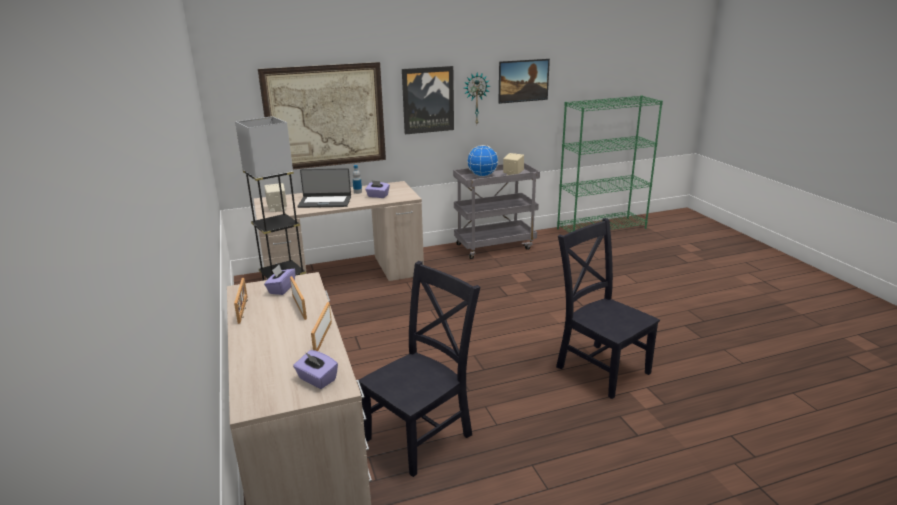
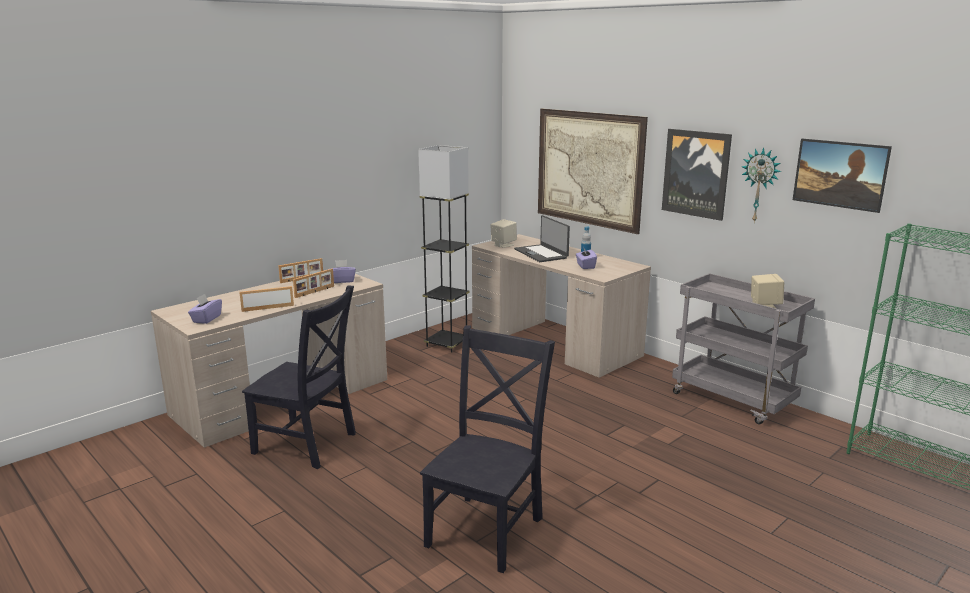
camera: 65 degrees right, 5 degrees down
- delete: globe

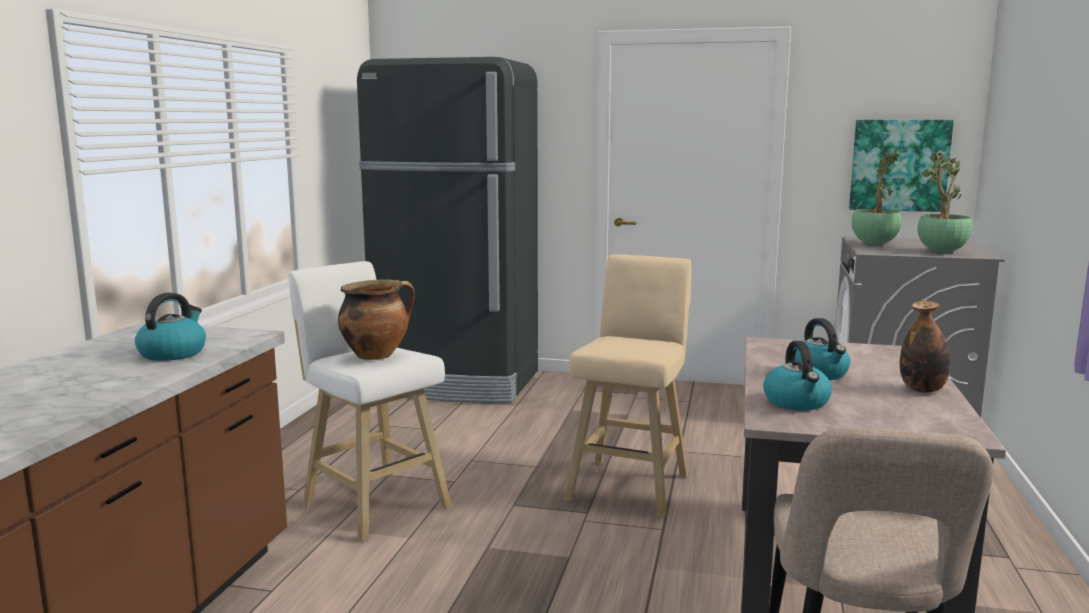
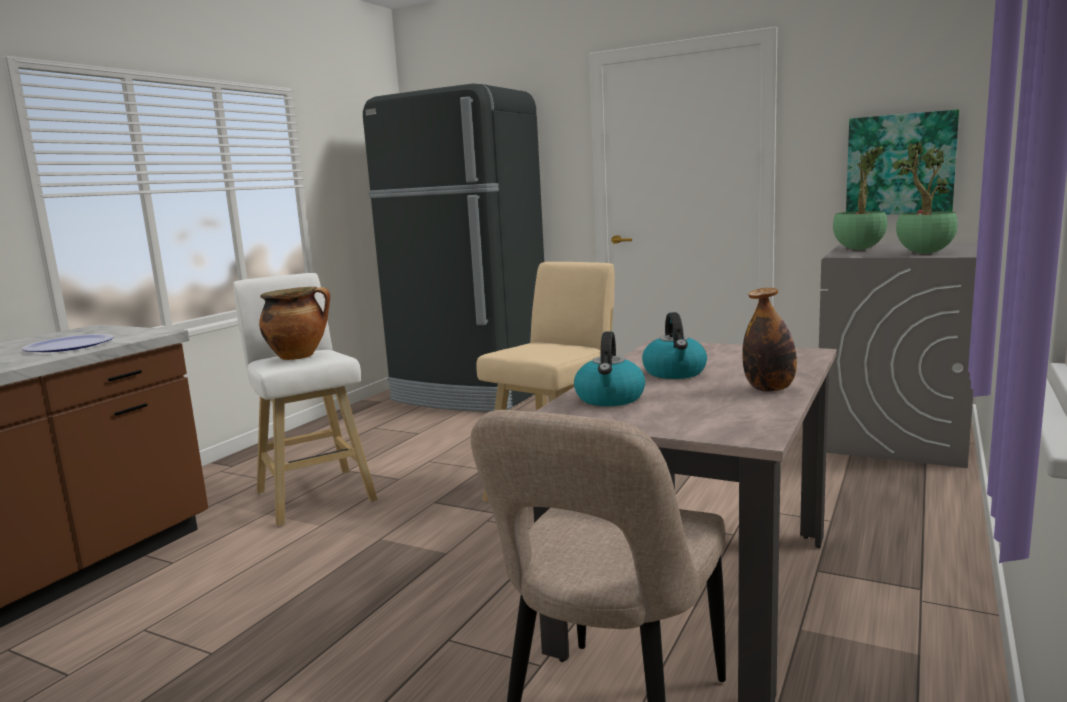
camera: 15 degrees right, 0 degrees up
- replace: kettle (1st from left) to plate

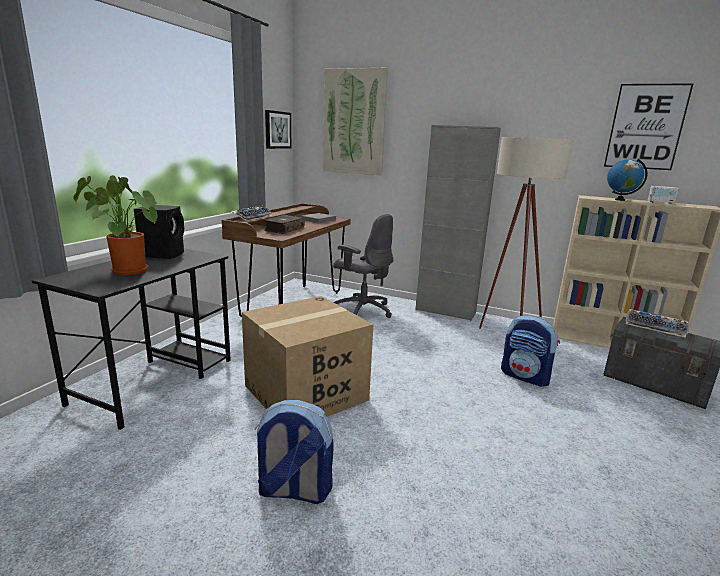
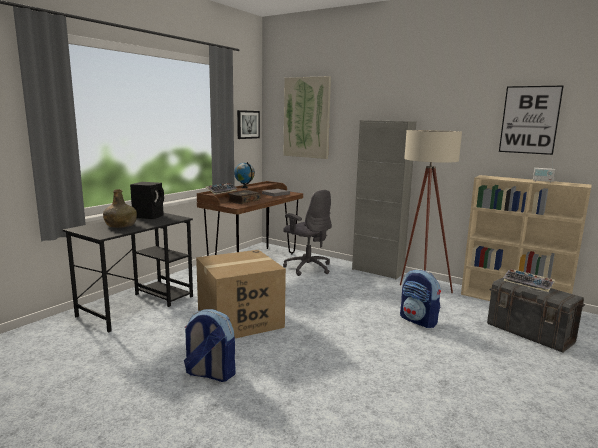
camera: 10 degrees right, 5 degrees down
- replace: potted plant to bottle/green
- move: globe

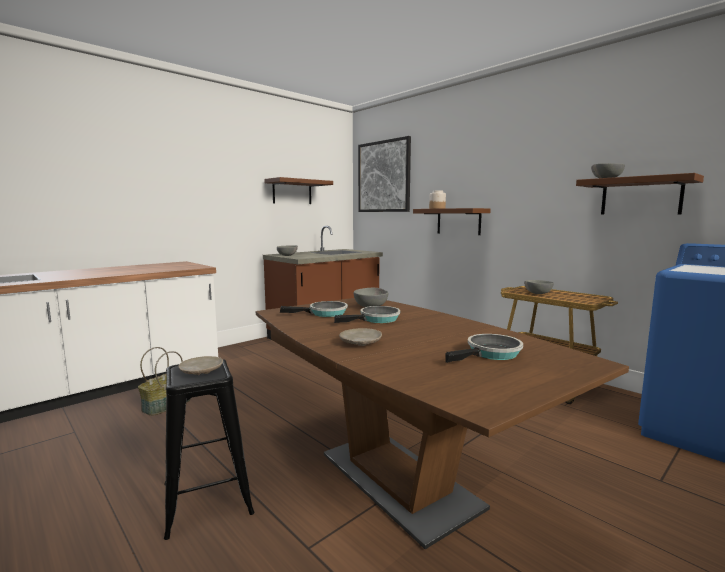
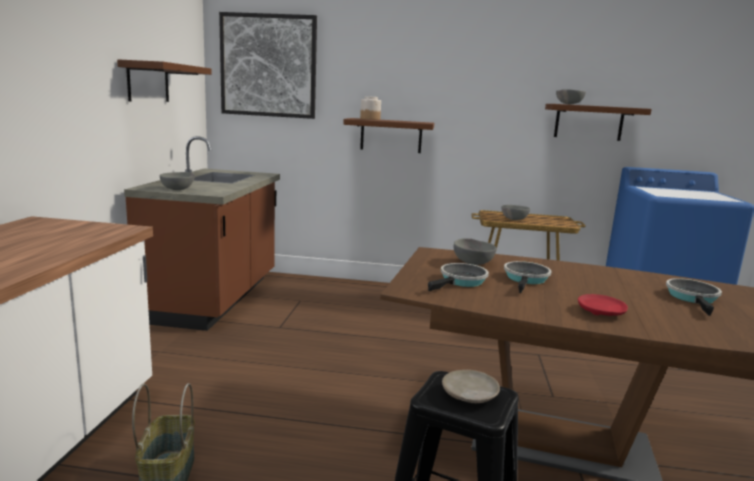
camera: 40 degrees left, 5 degrees up
- recolor: plate/beige (2nd from left) to plate/red

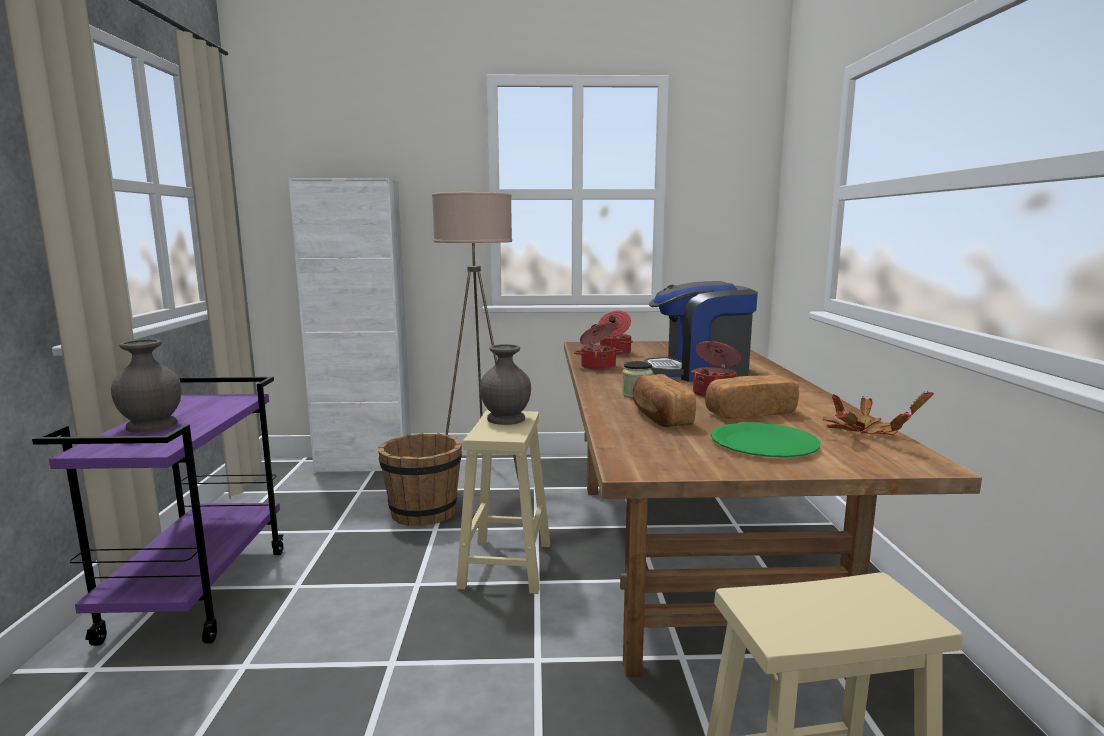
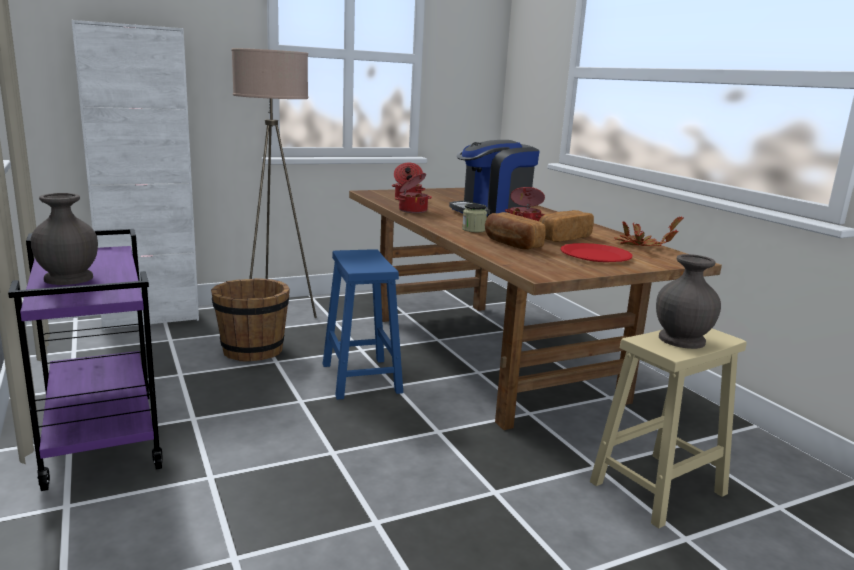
camera: 25 degrees left, 5 degrees up
- recolor: stool/beige (1st from left) to stool/blue
- recolor: plate/green to plate/red
- move: vase/grey (2nd from left)

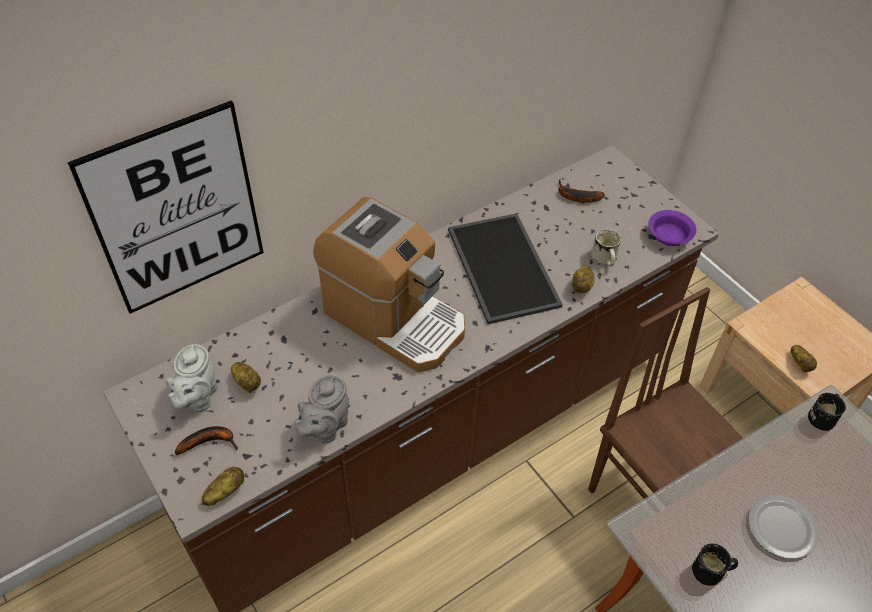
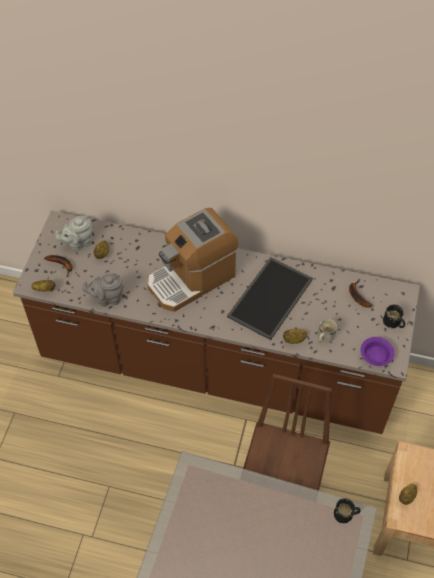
camera: 50 degrees right, 5 degrees up
- rotate: coffee machine 60 degrees clockwise
- move: mug/black (1st from left in the first image) to mug/black (2nd from left)
- delete: picture
- delete: plate

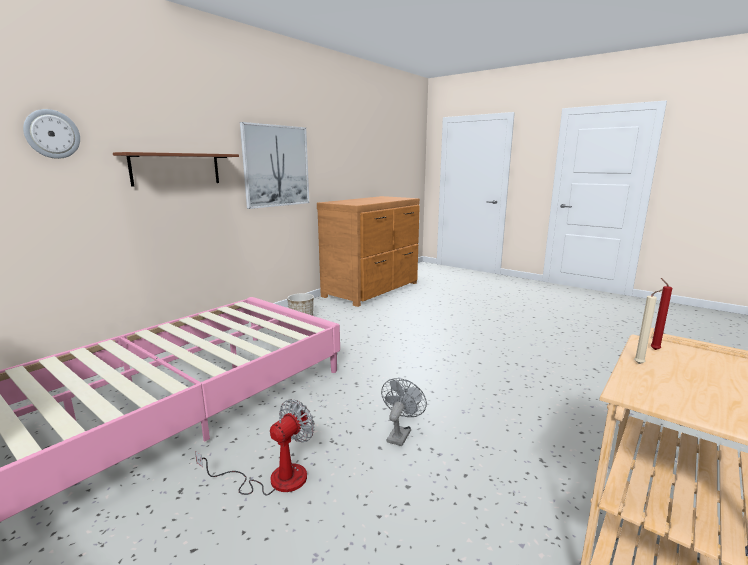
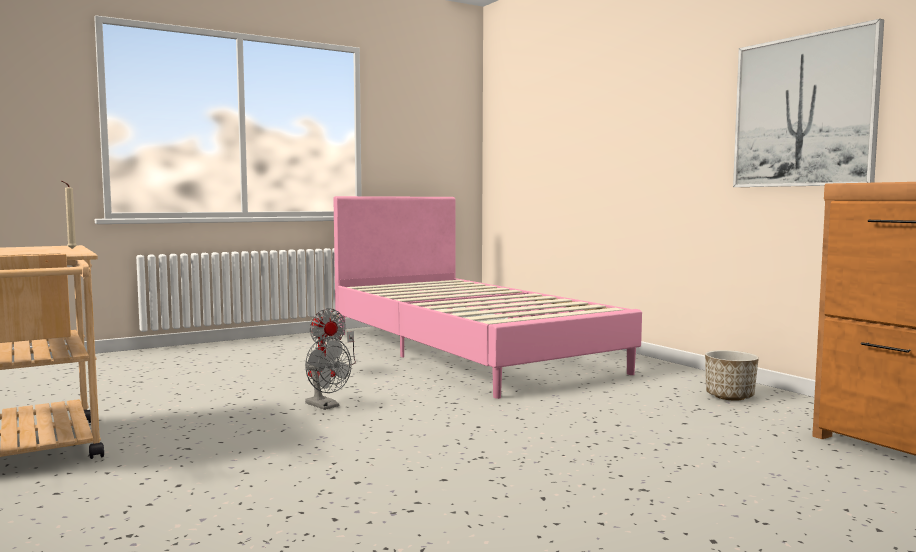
camera: 110 degrees right, 10 degrees down
- delete: wall clock
- delete: shelf/brown
- delete: candle/red

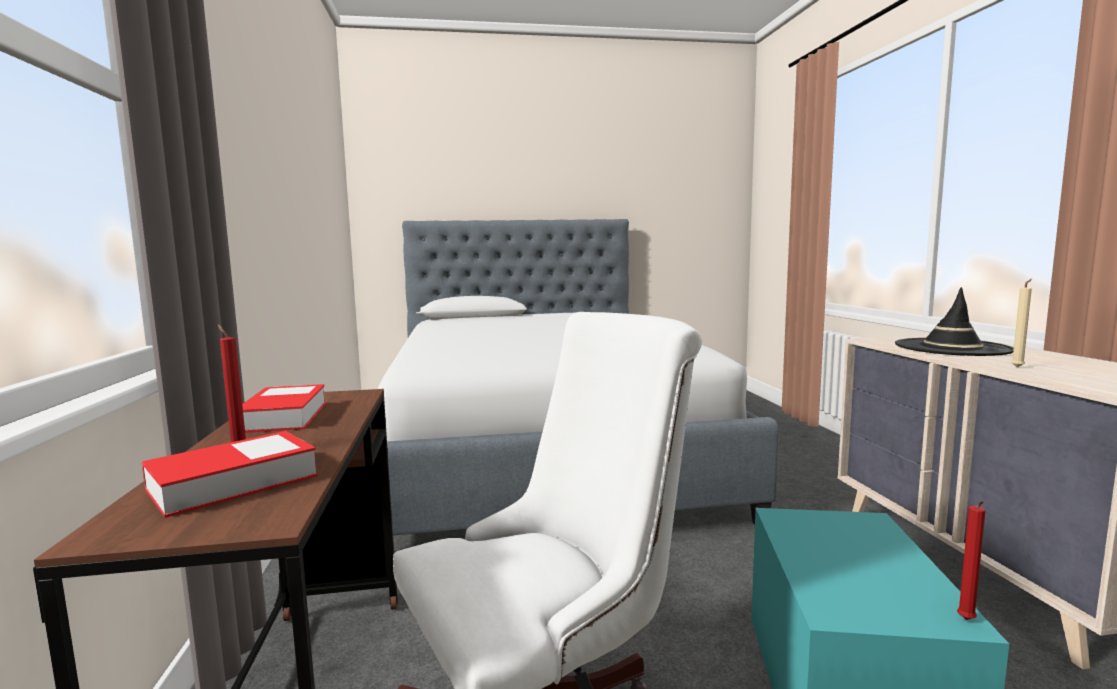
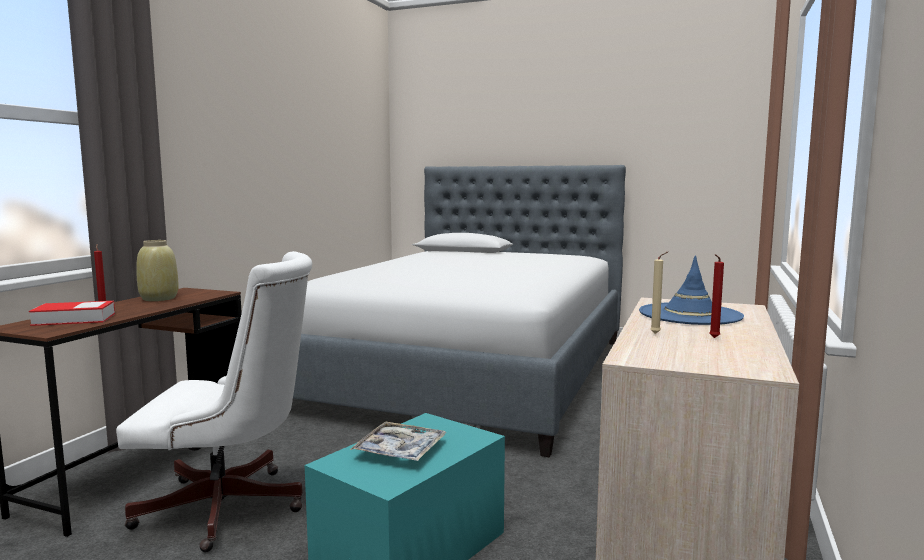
camera: 30 degrees right, 0 degrees up
- replace: book (2nd from left) to vase/beige
- insert: tray
- recolor: hat/black to hat/blue
- move: candle/red (2nd from left)

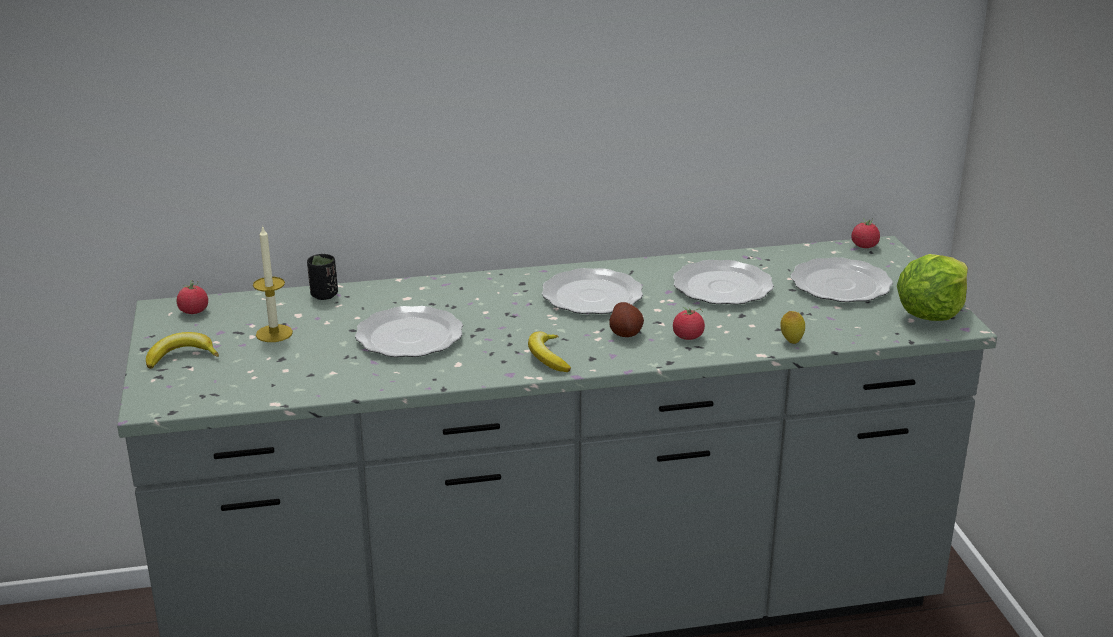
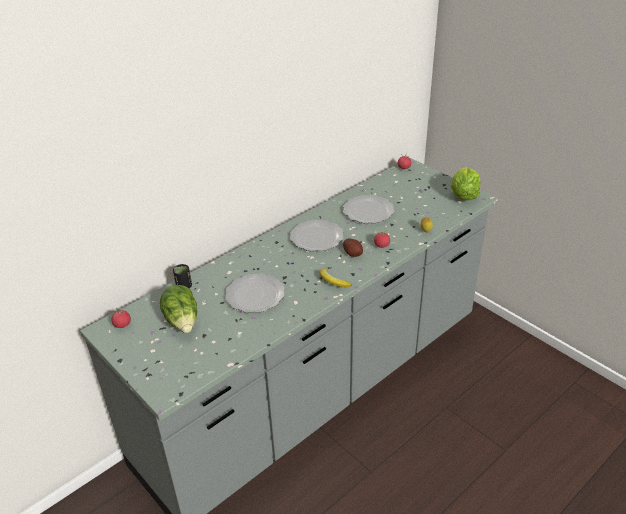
camera: 30 degrees left, 10 degrees up
- replace: candle to lettuce (1st from left)
- delete: banana (1st from left)
- delete: plate (4th from left)

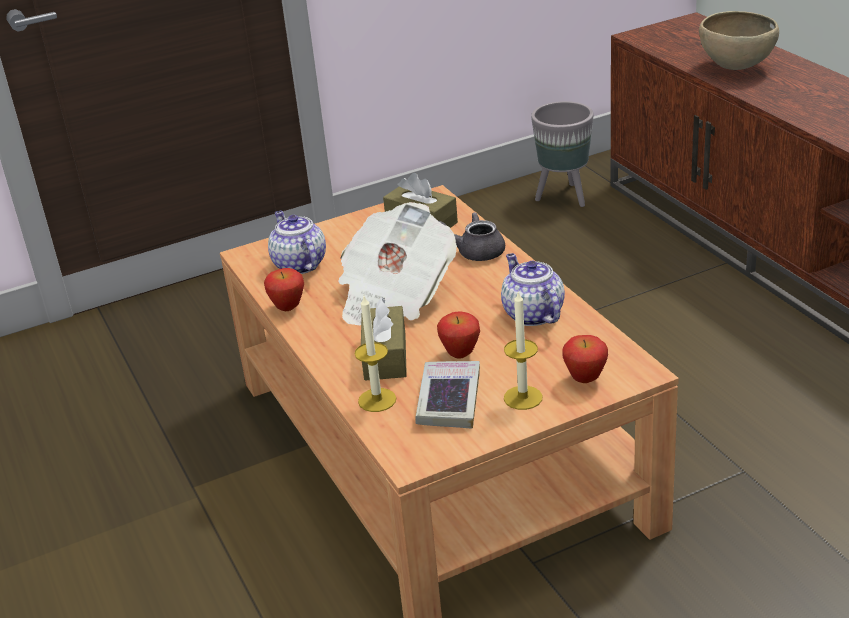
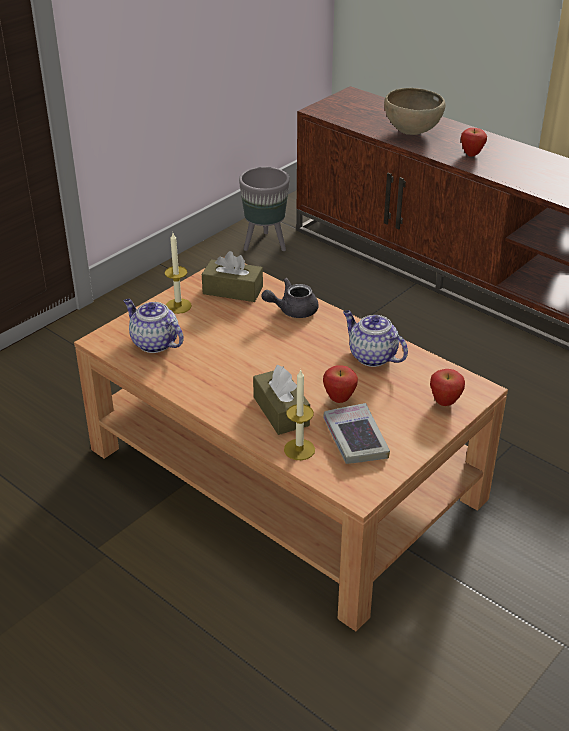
camera: 25 degrees left, 5 degrees up
- move: candle (2nd from left in the first image) to candle (1st from left)
- move: apple (1st from left in the first image) to apple (3rd from left)
- delete: newspaper

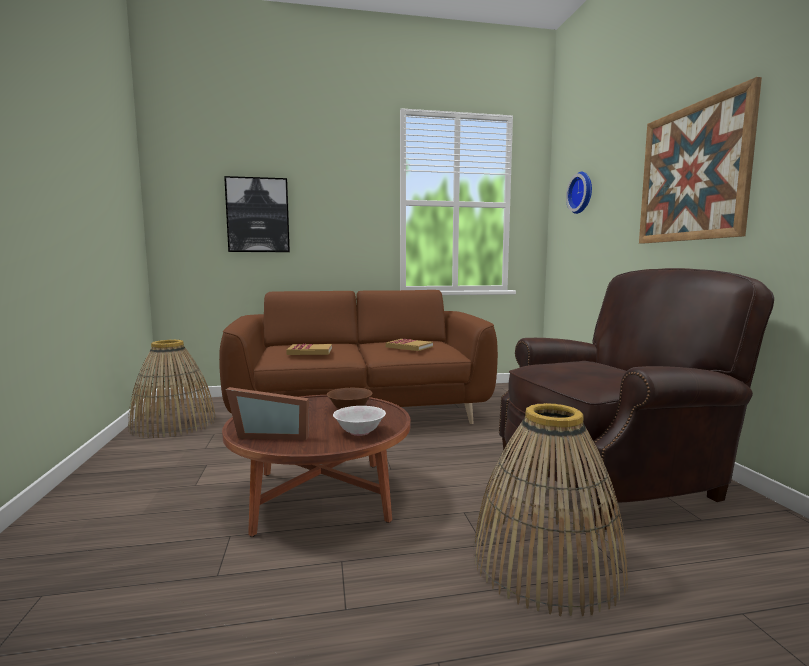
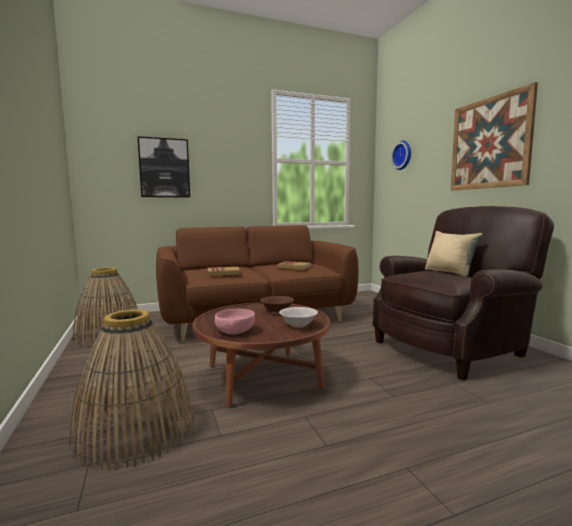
camera: 10 degrees left, 0 degrees up
- move: basket (2nd from left)
- replace: picture frame to bowl/pink
- insert: pillow/beige

